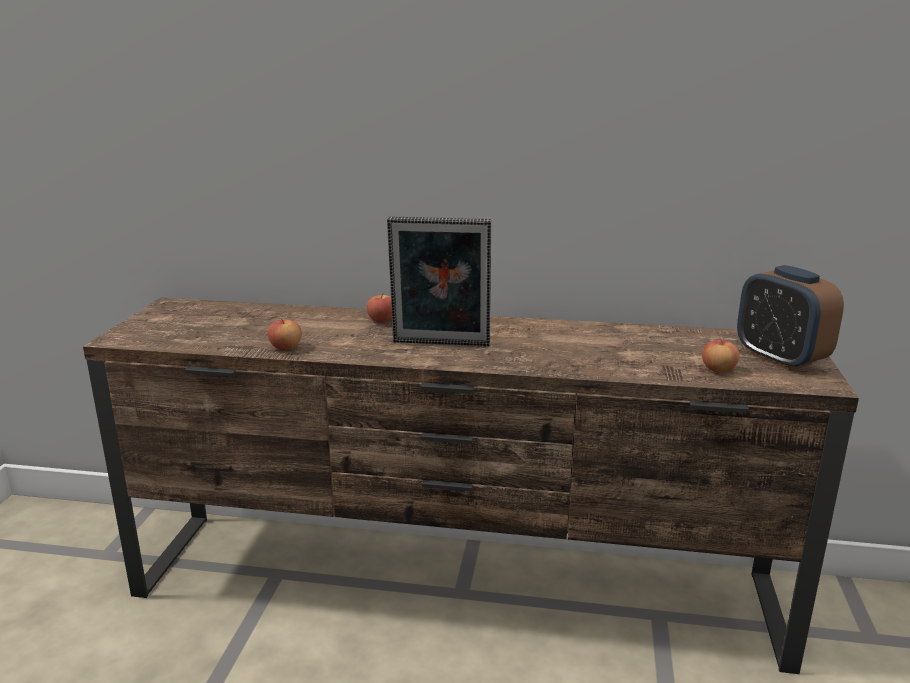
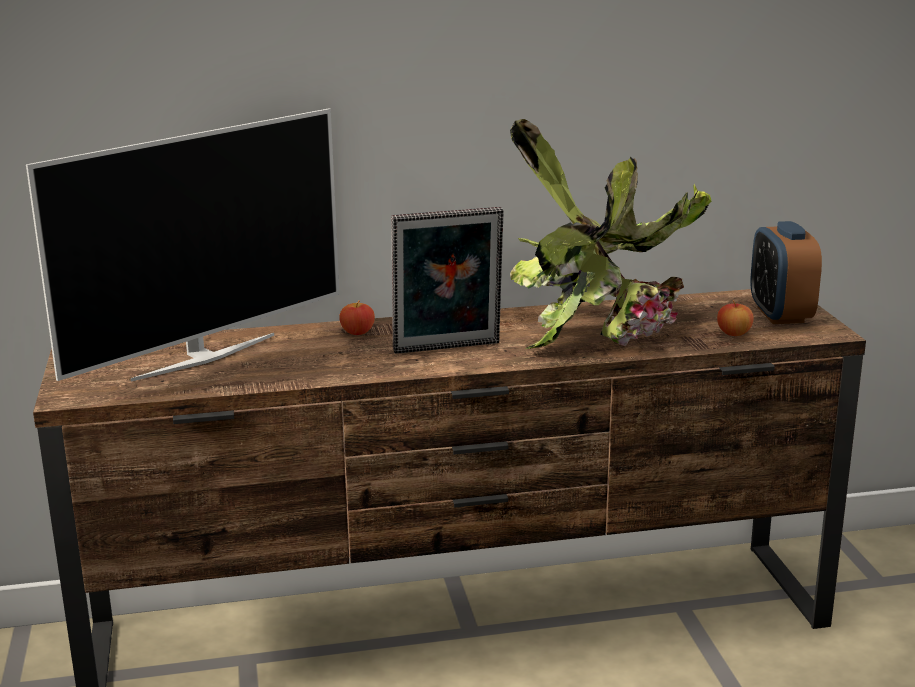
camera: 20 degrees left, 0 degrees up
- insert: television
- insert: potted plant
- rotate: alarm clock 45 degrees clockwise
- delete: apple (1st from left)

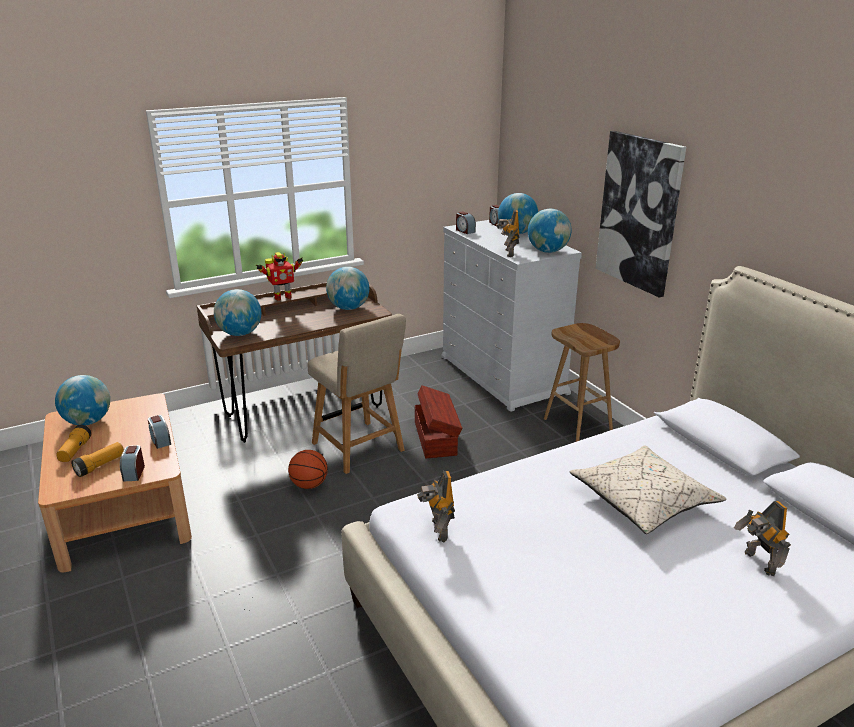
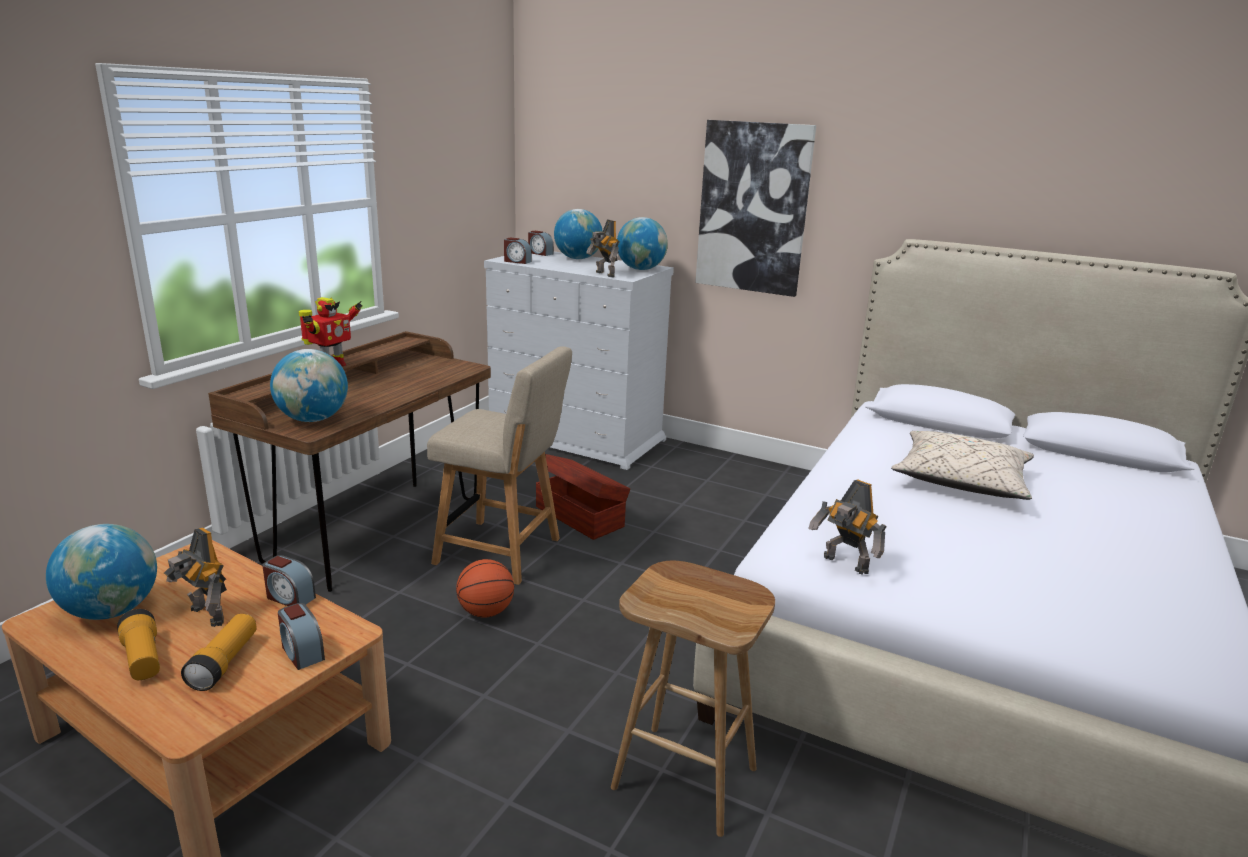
camera: 35 degrees left, 5 degrees down
- move: toy robot (4th from left in the first image) to toy robot (1st from left)
- move: stool/brown
- delete: globe (3rd from left)

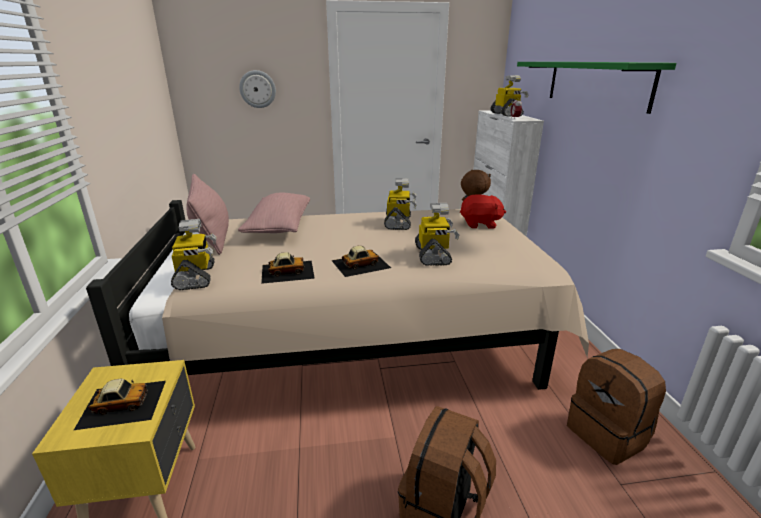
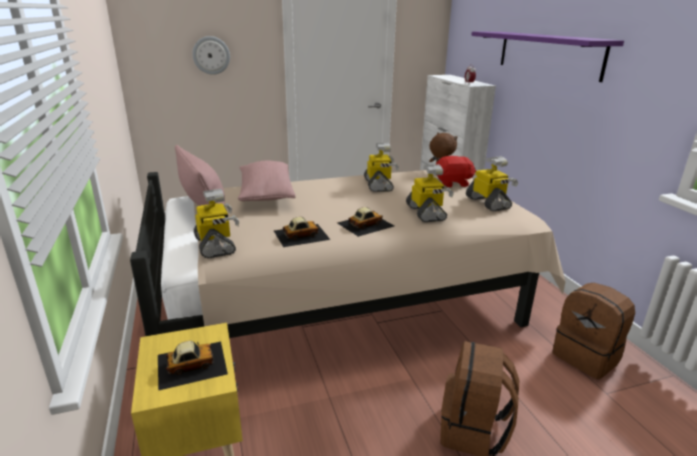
camera: 10 degrees left, 0 degrees up
- move: toy robot (4th from left)
- recolor: shelf/green to shelf/purple

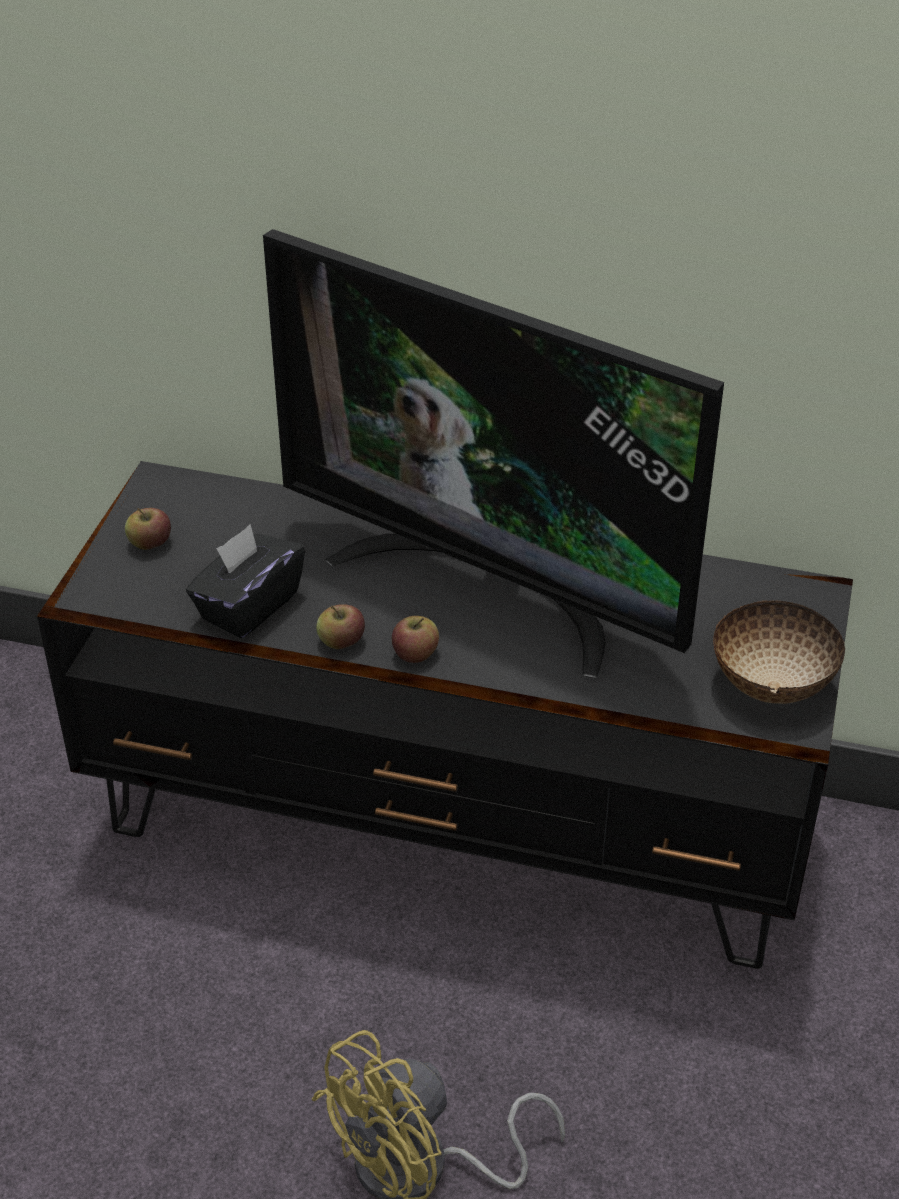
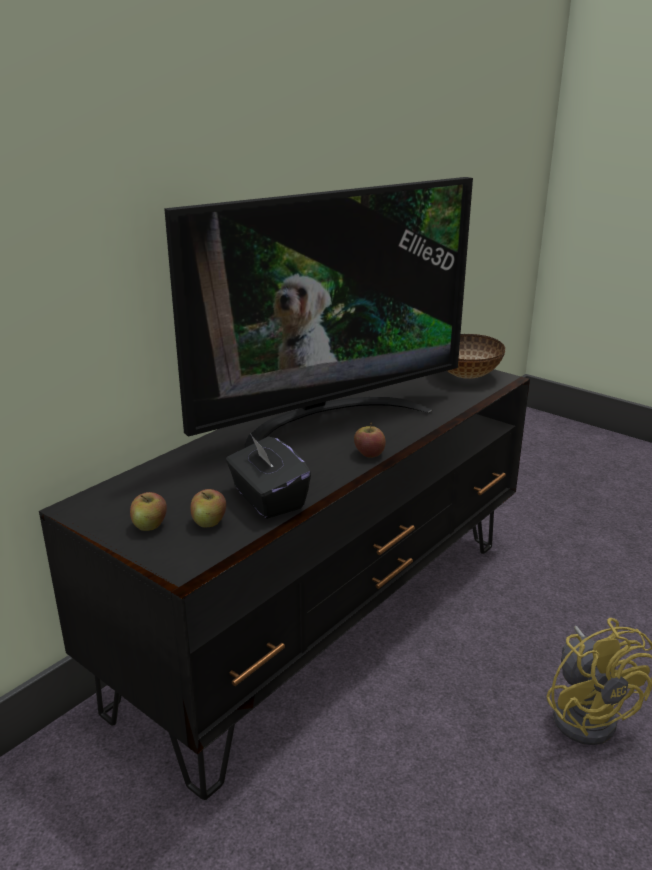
camera: 65 degrees left, 15 degrees down
- move: apple (2nd from left)

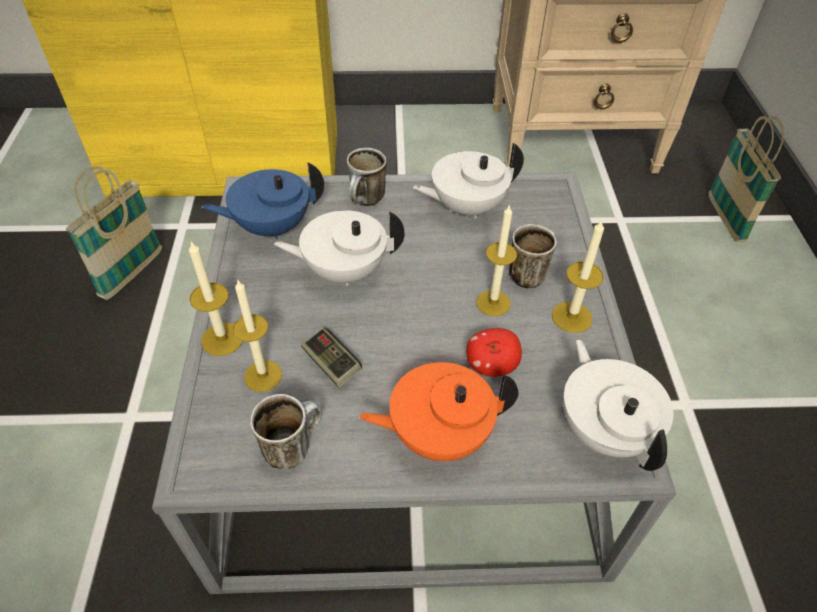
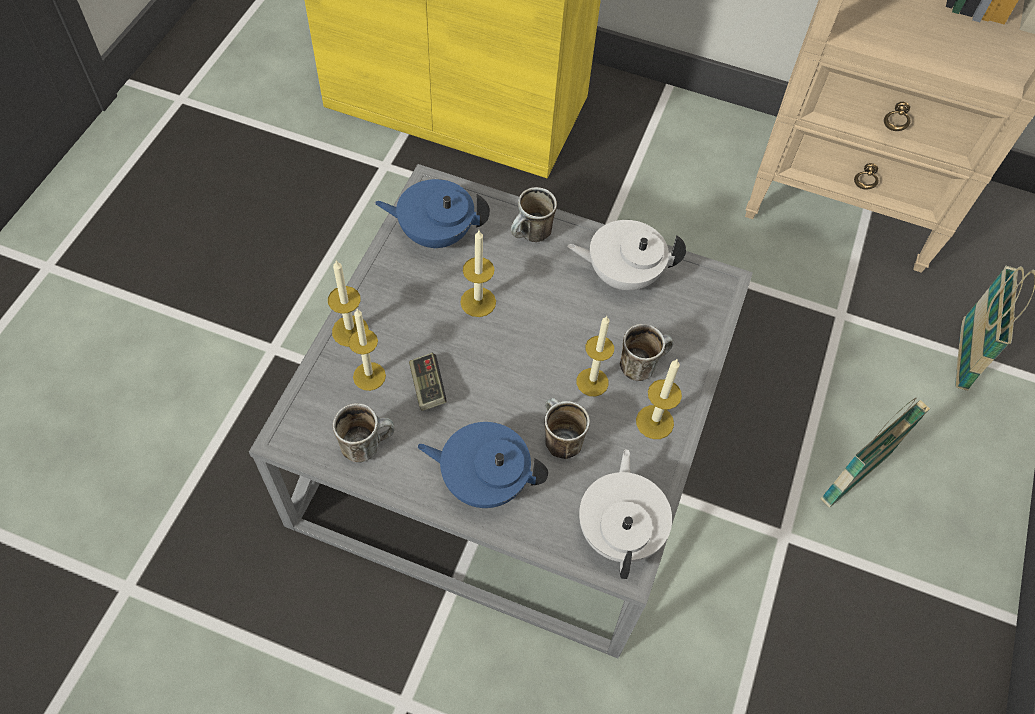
camera: 20 degrees right, 10 degrees up
- recolor: teapot/orange to teapot/blue (2nd from left)
- replace: teapot/white (1st from left) to candle (3rd from left)
- replace: apple to mug (3rd from left)
- move: basket (1st from left)

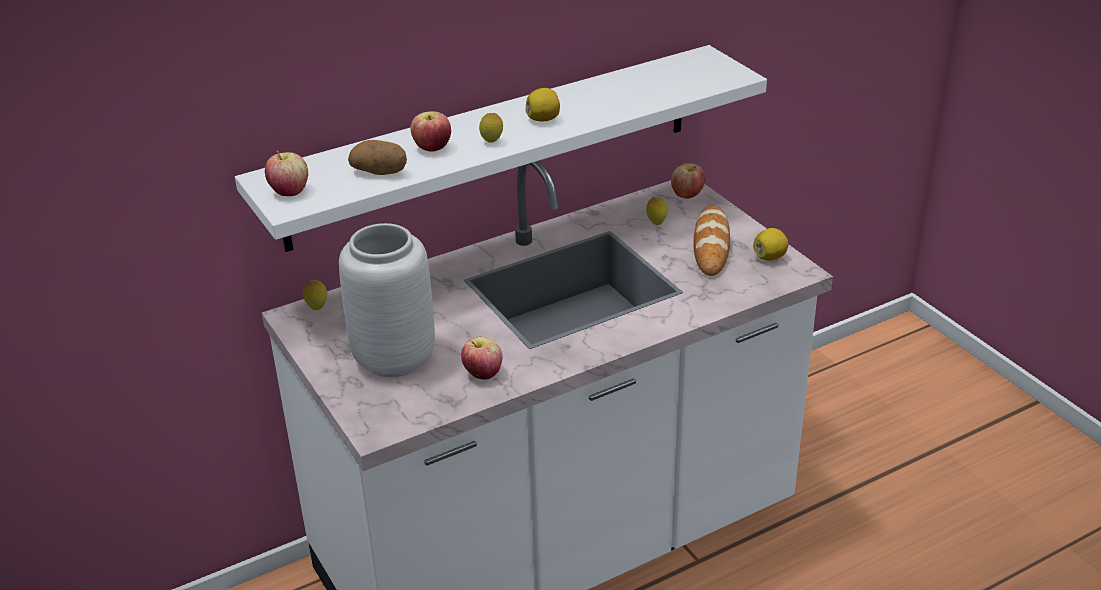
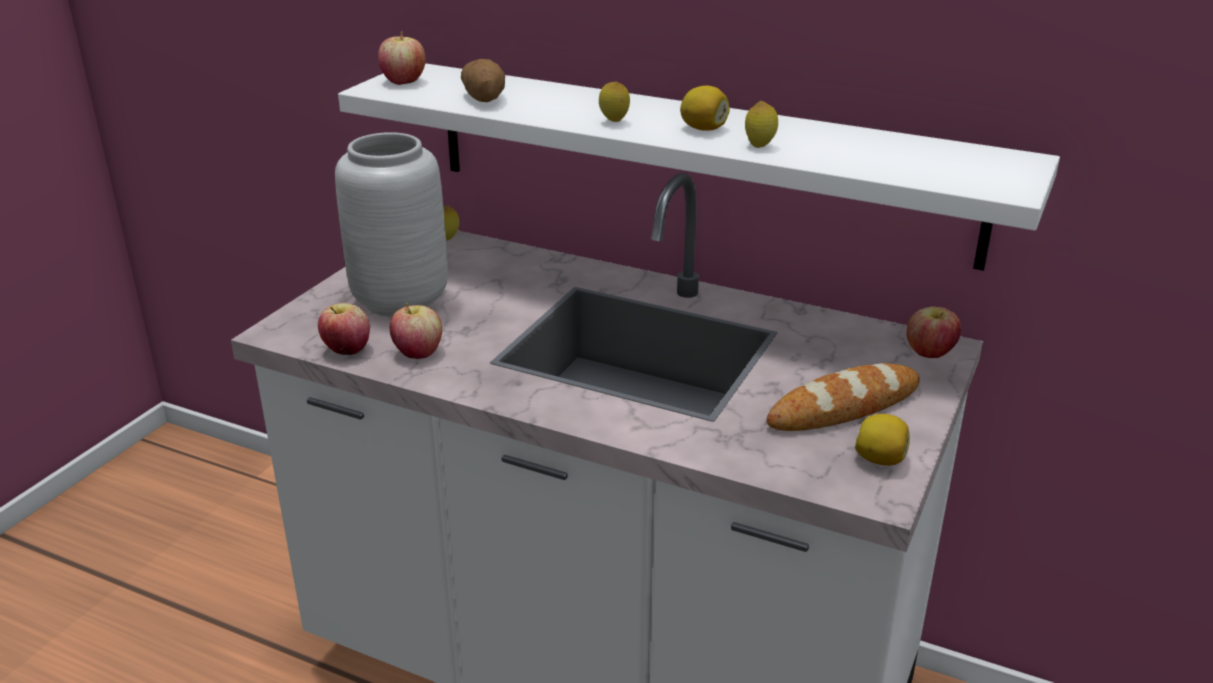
camera: 55 degrees right, 5 degrees down
- move: apple (2nd from left in the first image) to apple (1st from left)
- move: lemon (4th from left)

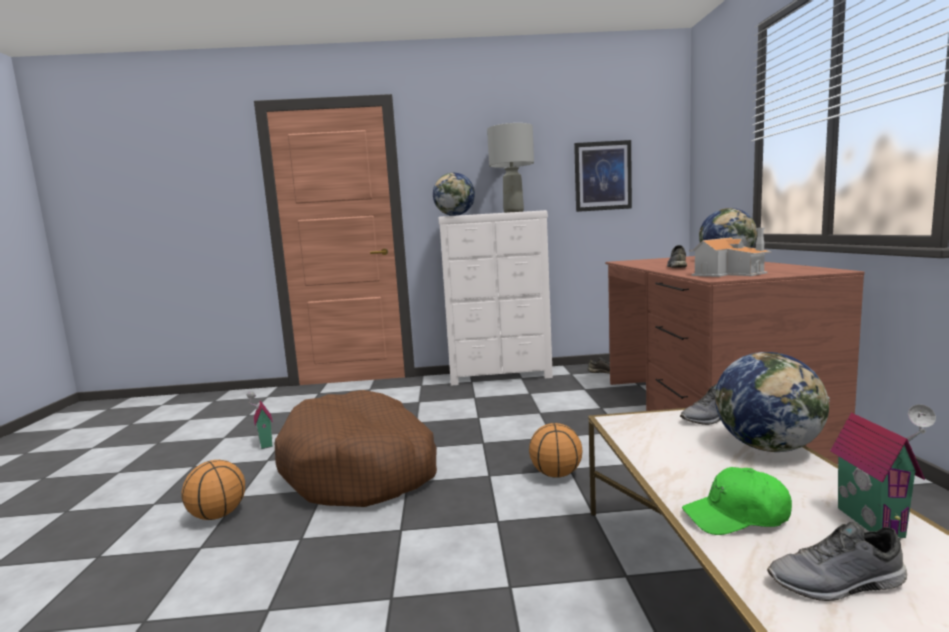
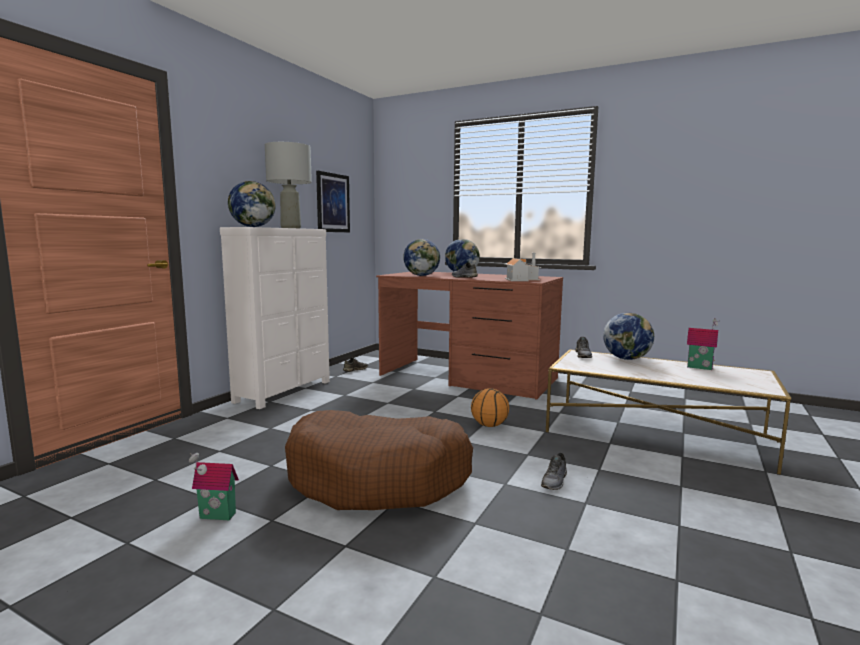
camera: 60 degrees left, 0 degrees up
- insert: globe (2nd from left)
- move: shoe/grey (4th from left in the first image) to shoe/grey (3rd from left)
- delete: basketball (1st from left)
- delete: cap/green

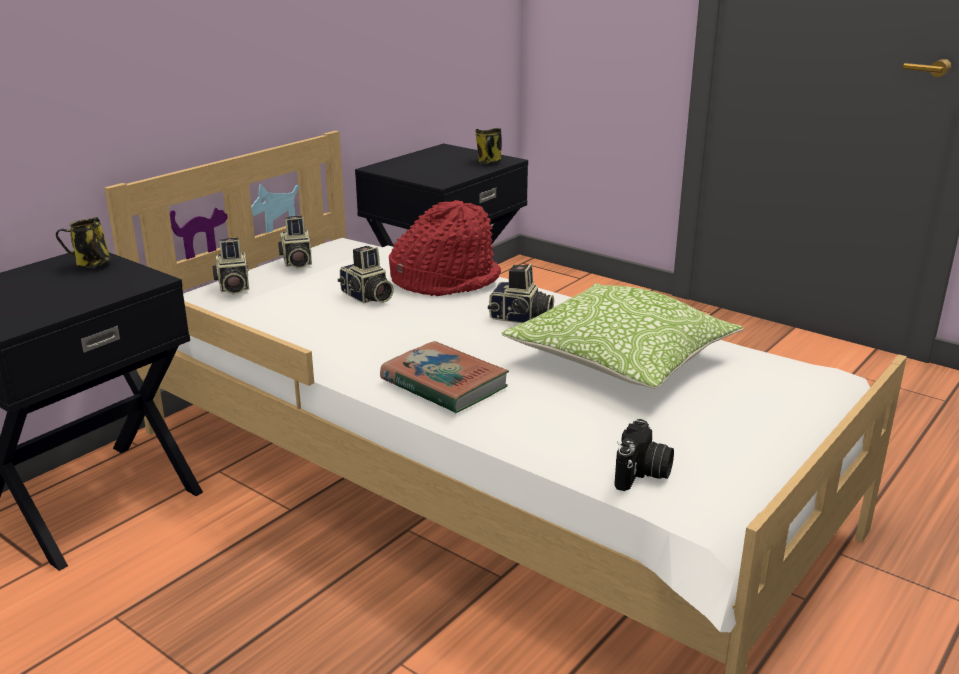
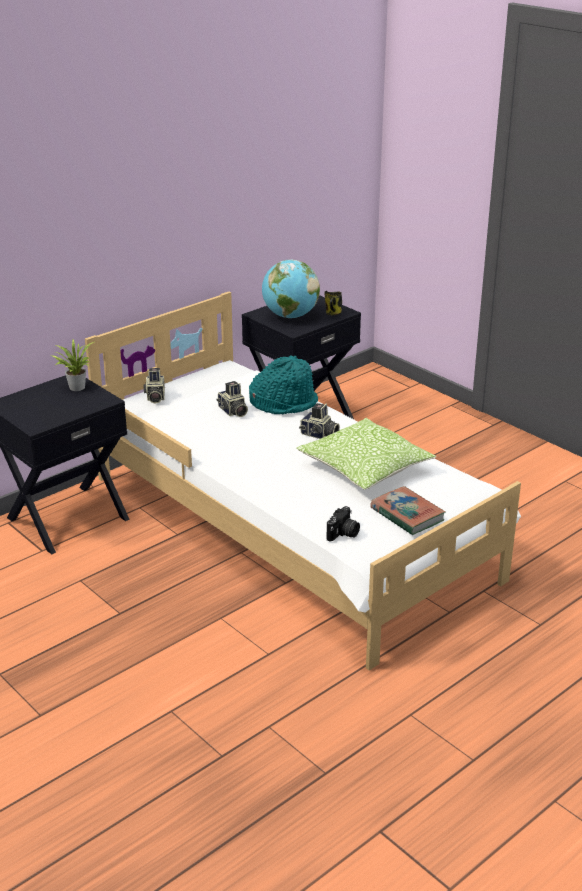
camera: 10 degrees right, 5 degrees up
- replace: mug (1st from left) to potted plant
- recolor: hat/red to hat/turquoise
- insert: globe
- move: book
- delete: photo camera (2nd from left)

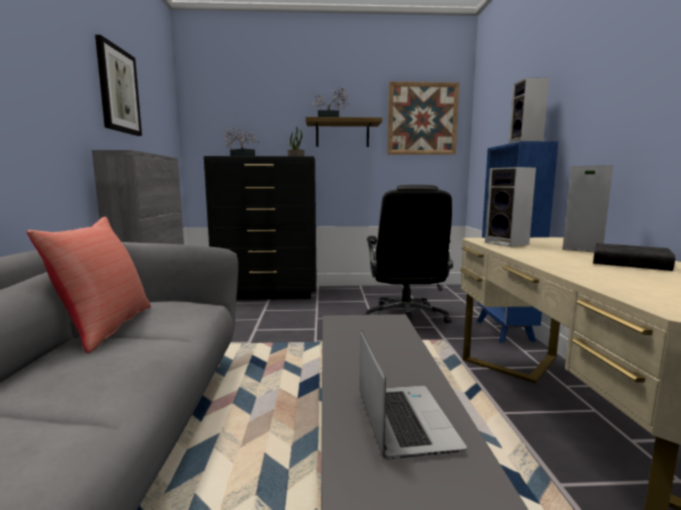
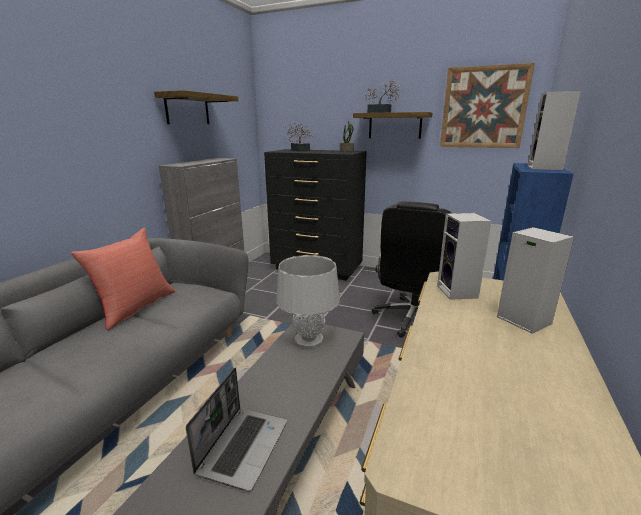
camera: 25 degrees right, 10 degrees up
- replace: picture (1st from left) to shelf (1st from left)
- insert: table lamp/grey
- delete: book/black

